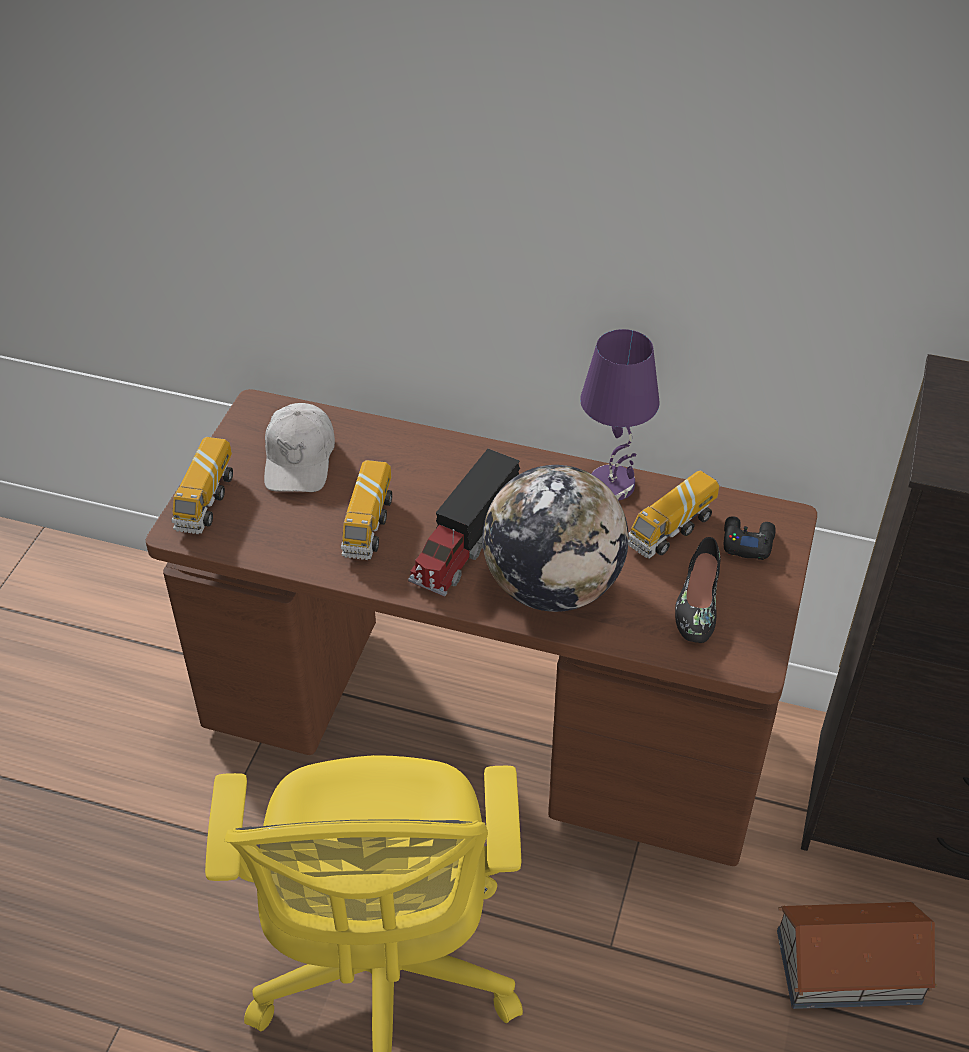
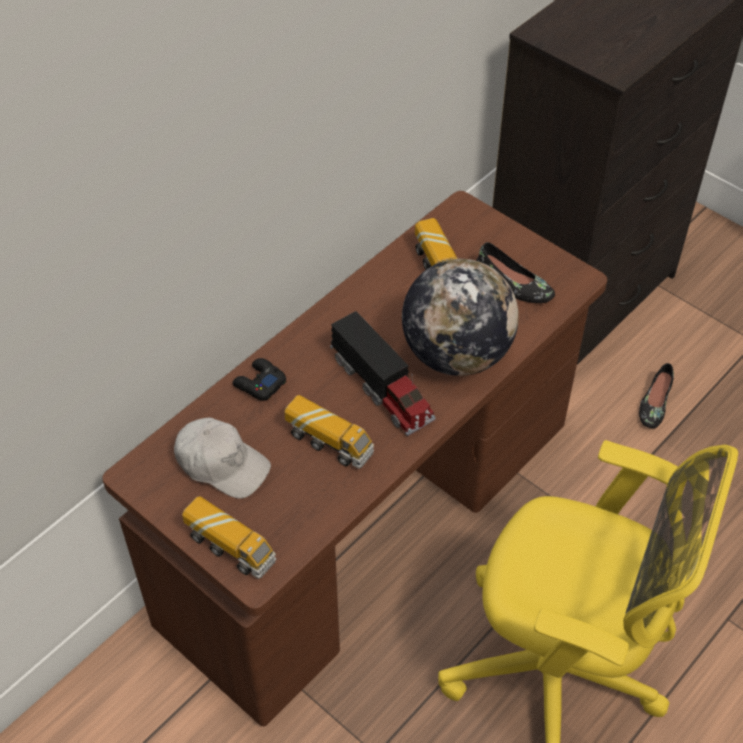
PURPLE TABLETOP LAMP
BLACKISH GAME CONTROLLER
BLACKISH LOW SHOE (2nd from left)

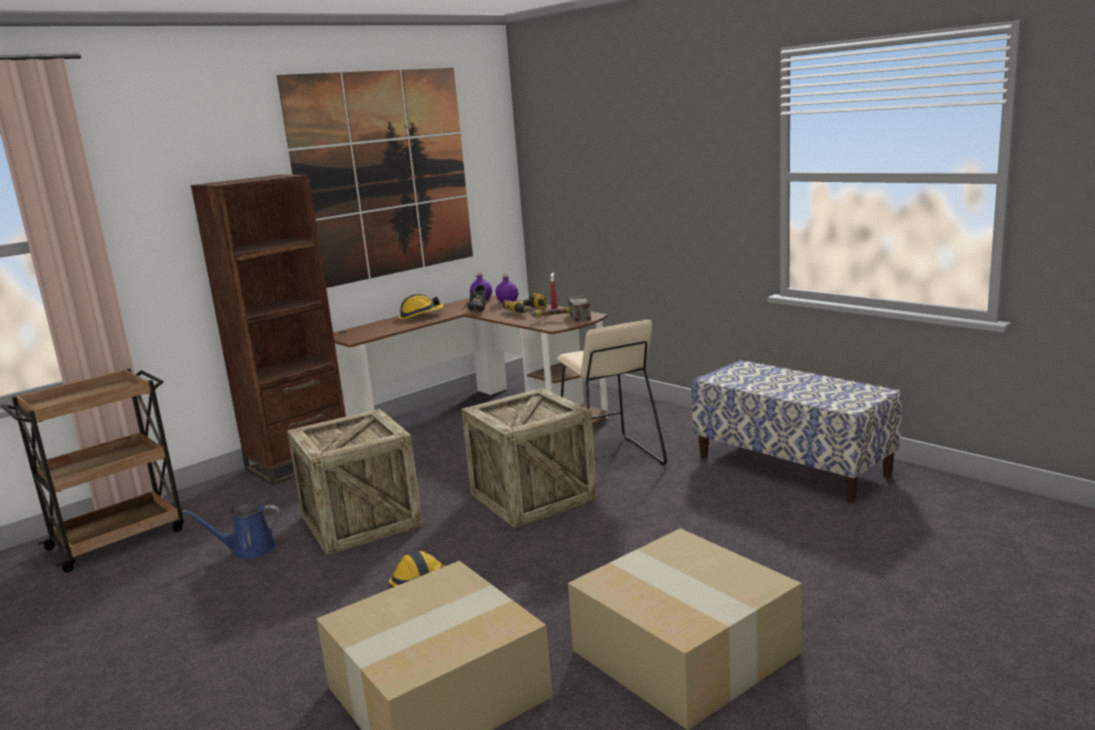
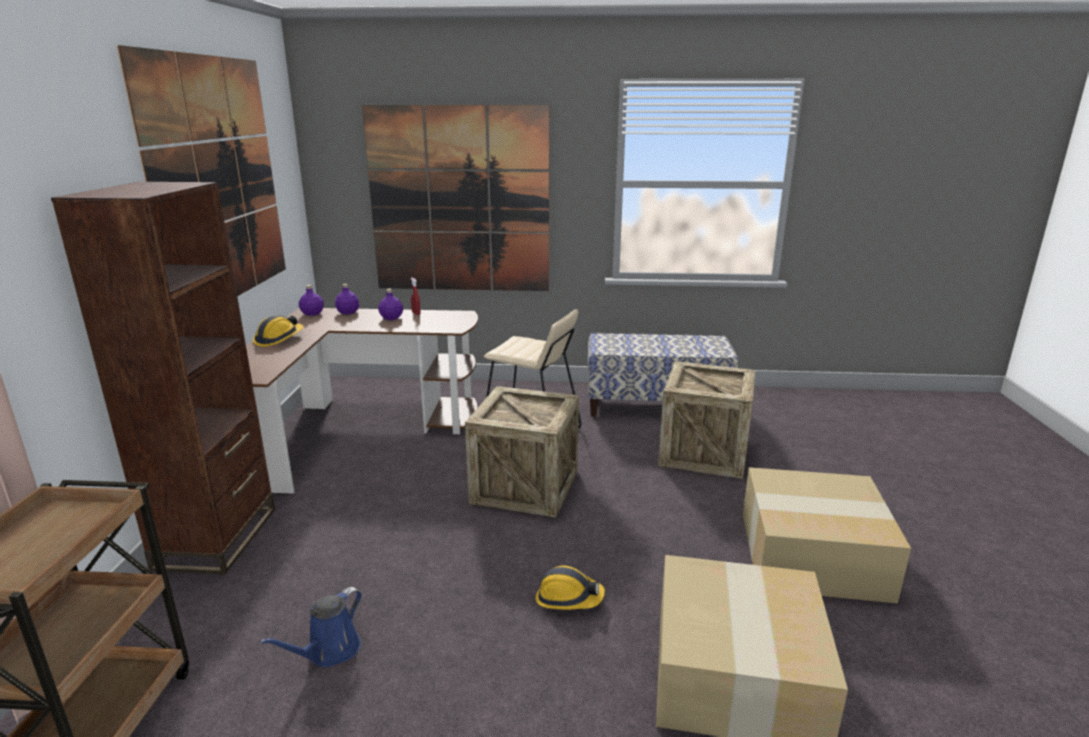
CRATE (2nd from left)
BLACKISH LOW SHOE
PURPLE DRINK BOTTLE (3rd from left)
TOOL HAMMER
WALL ART (2nd from left)

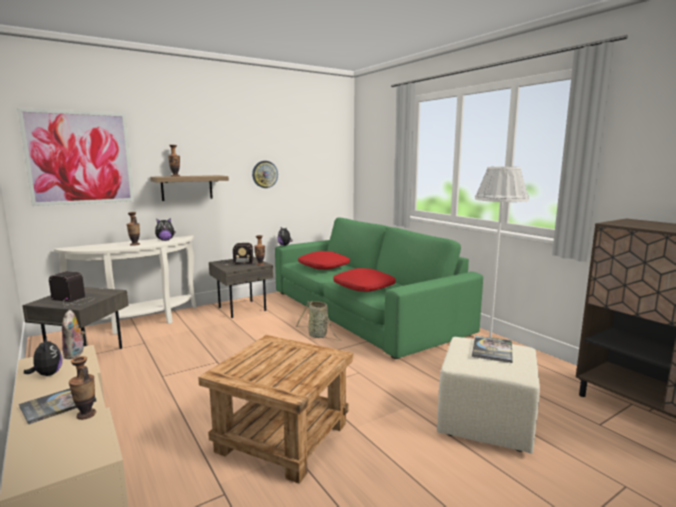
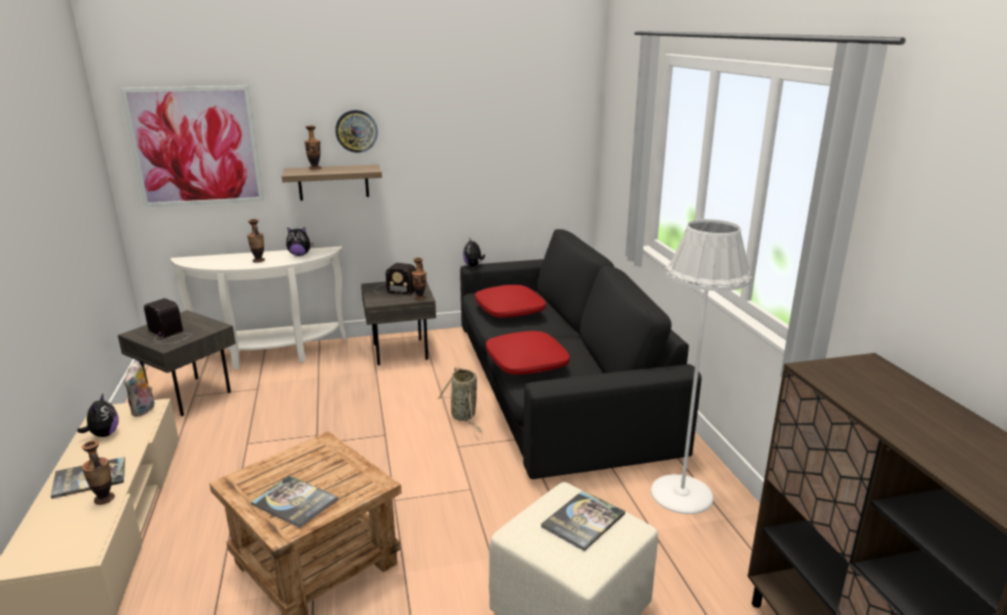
CLOCK ON THE WALL
BLACKISH COUCH
BOOK (2nd from left)

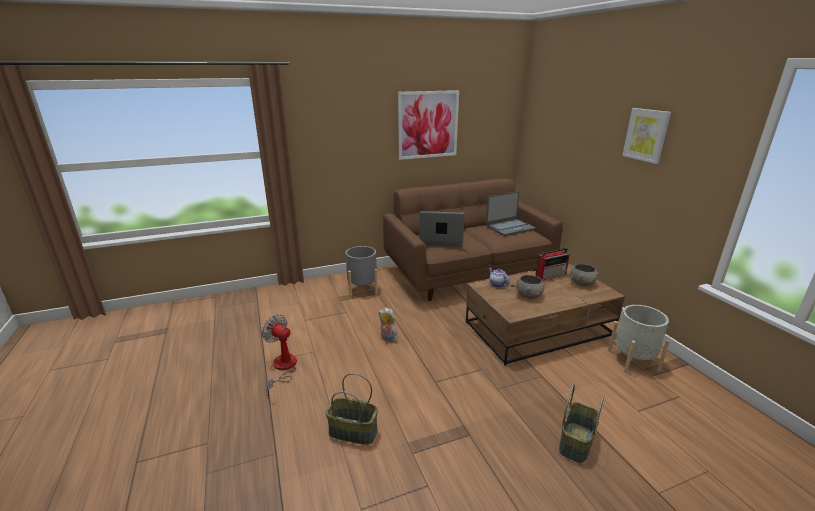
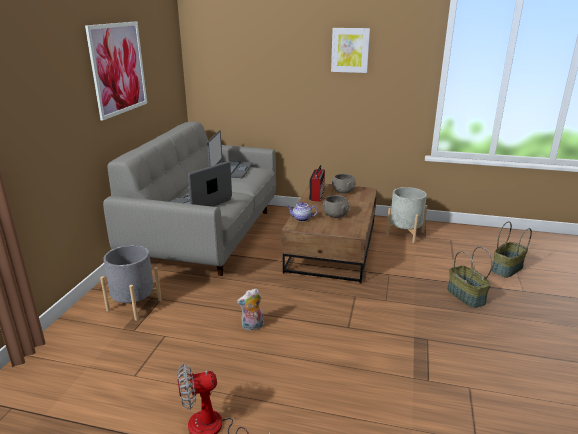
BASKET (2nd from left)
GREYISH COUCH

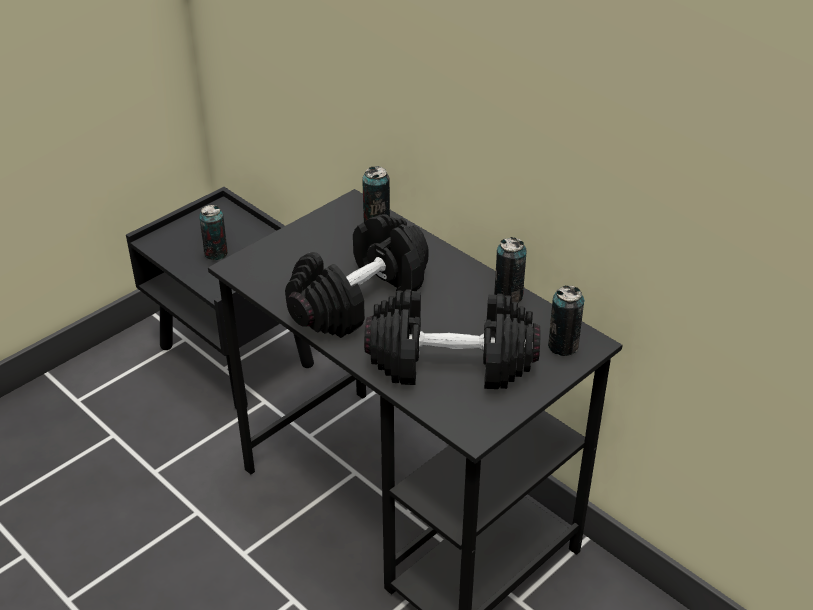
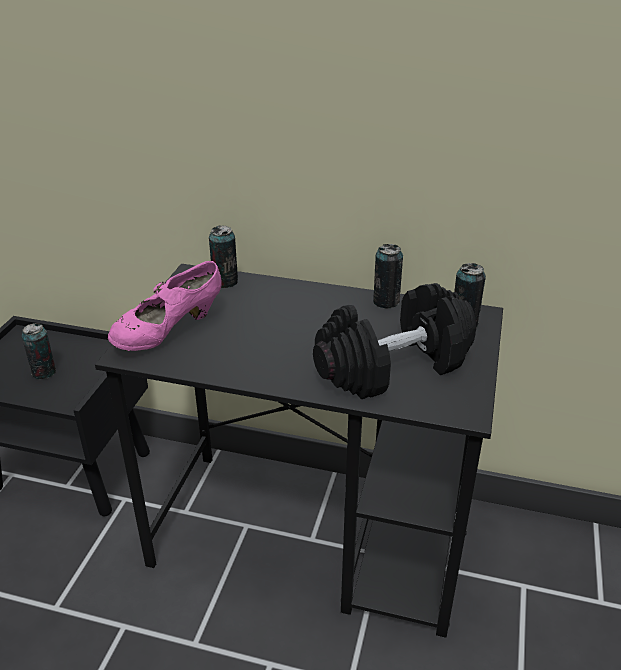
BLACKISH DUMBBELL (1st from left in the first image)
PINK-COLOURED LOW SHOE

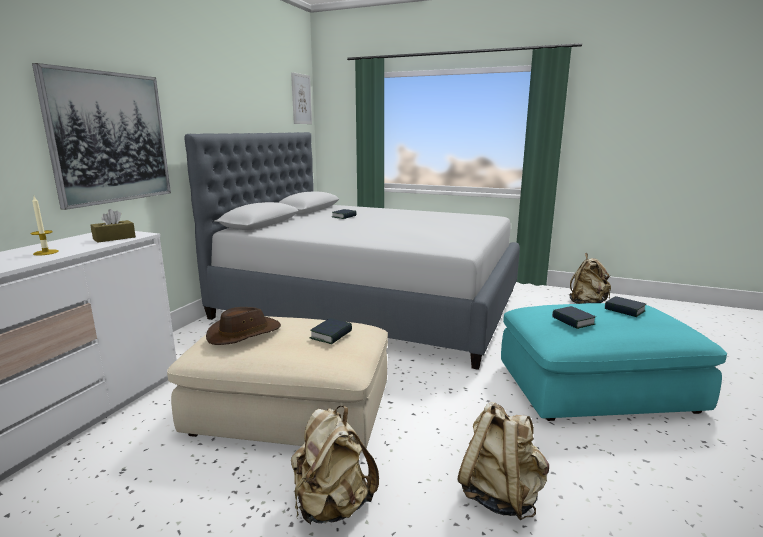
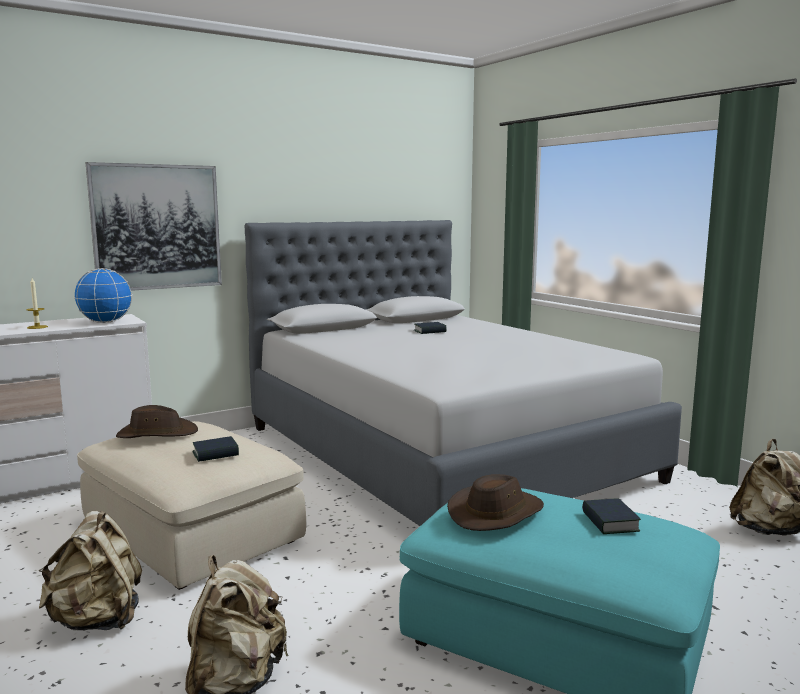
GLOBE
WALL ART (2nd from left in the first image)
BROWNISH CLOTHING HAT (2nd from left)

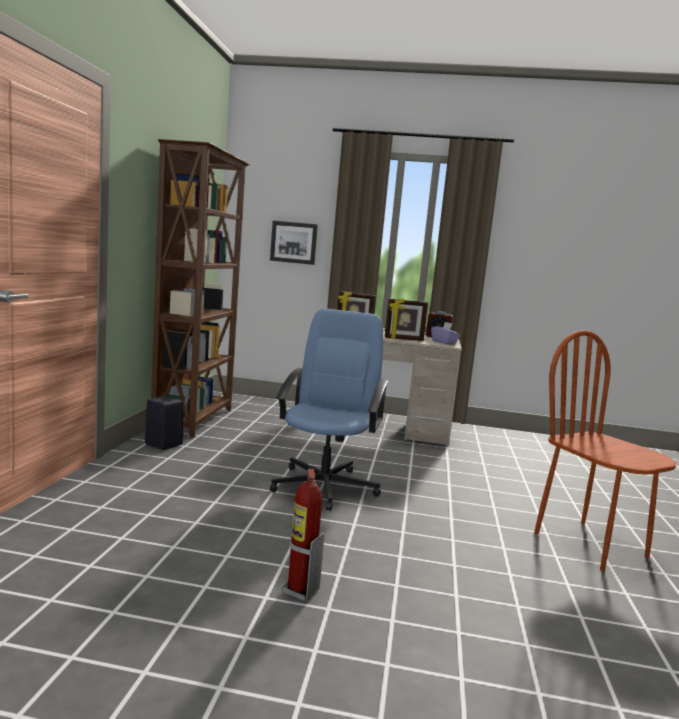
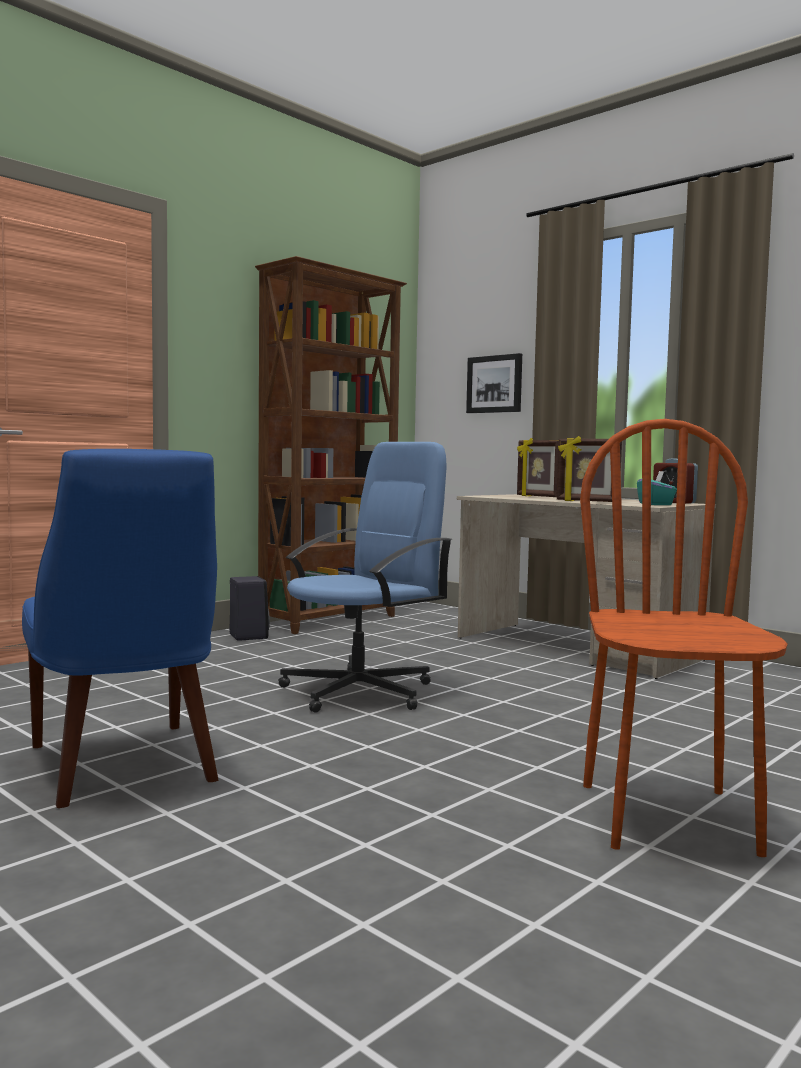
BLUE UPRIGHT CHAIR
TURQUOISE BOX OF TISSUES

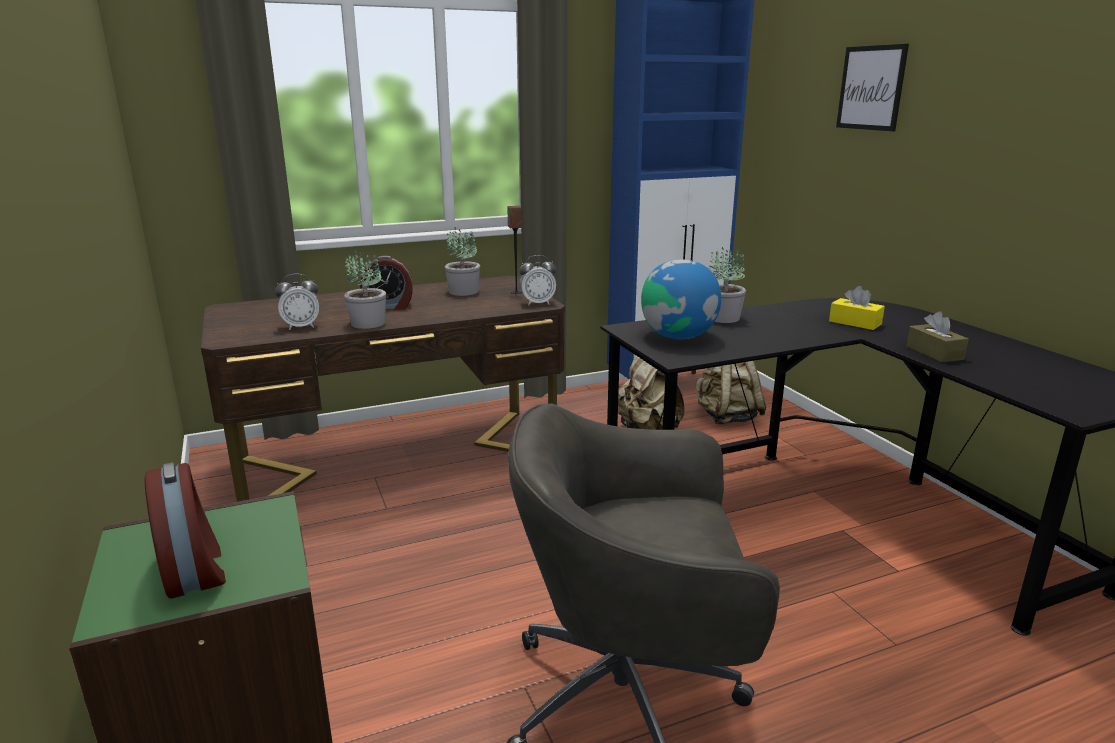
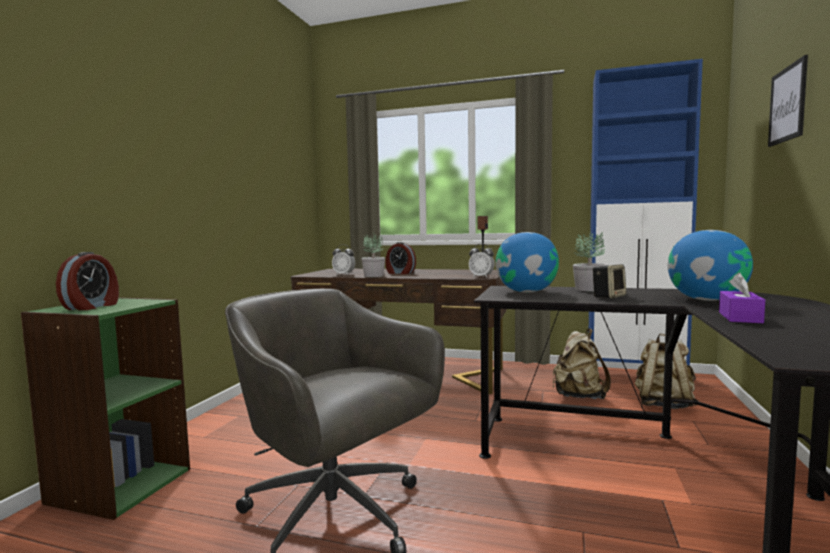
HOUSEPLANT (2nd from left in the first image)
GLOBE (2nd from left)
PURPLE BOX OF TISSUES
AUDIO SPEAKER (2nd from left)

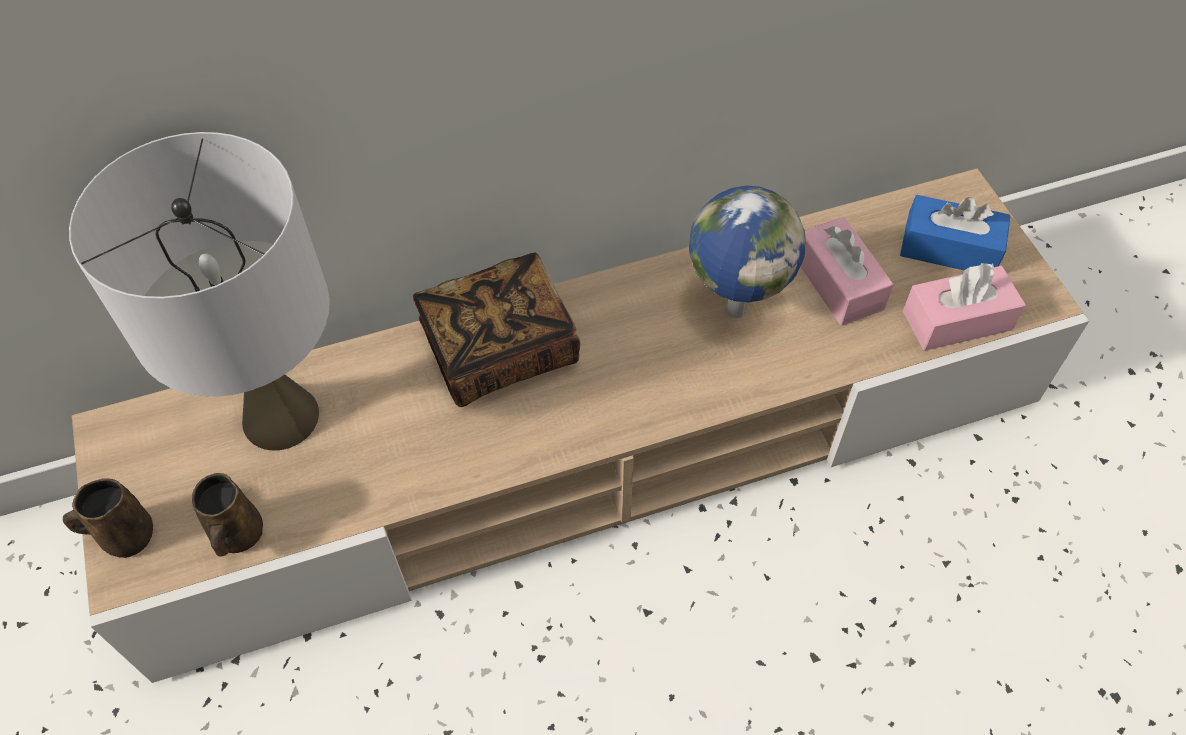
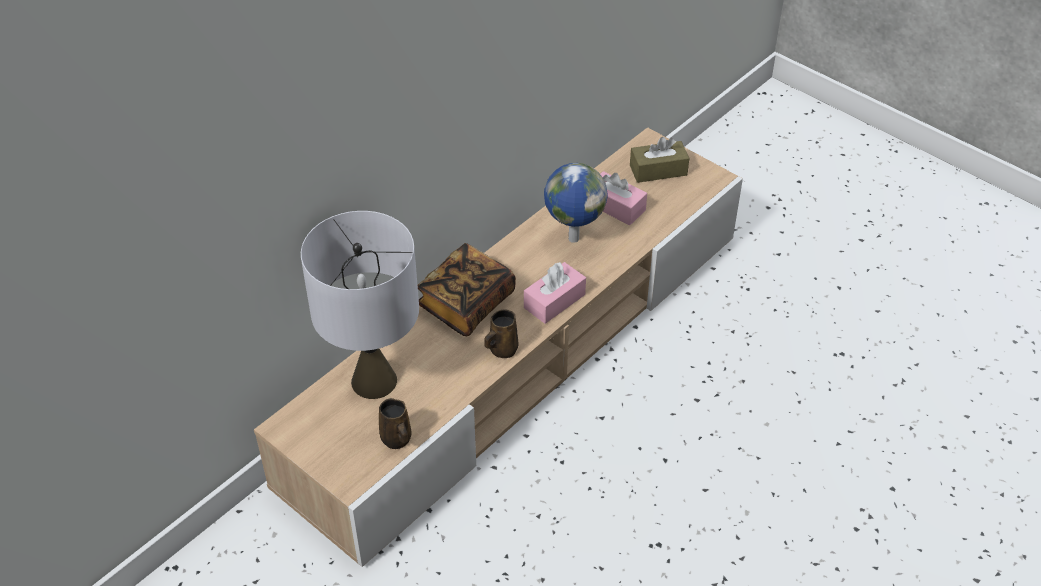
BROWNISH MUG (2nd from left)
BROWNISH BOX OF TISSUES
PINK-COLOURED BOX OF TISSUES (1st from left)

